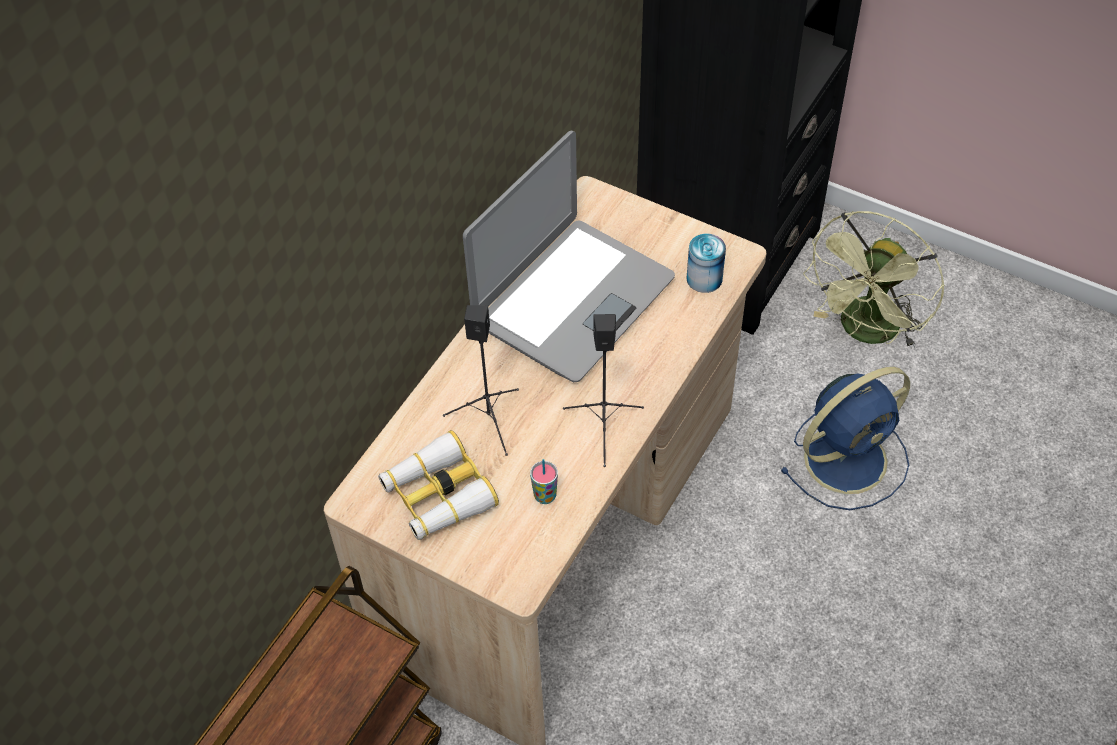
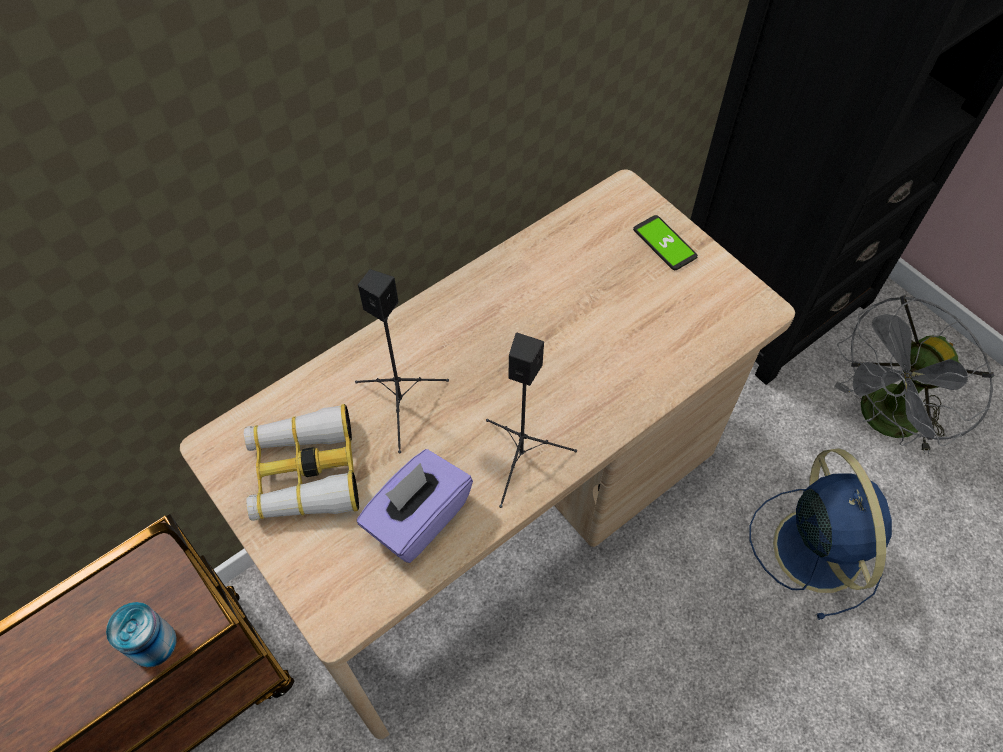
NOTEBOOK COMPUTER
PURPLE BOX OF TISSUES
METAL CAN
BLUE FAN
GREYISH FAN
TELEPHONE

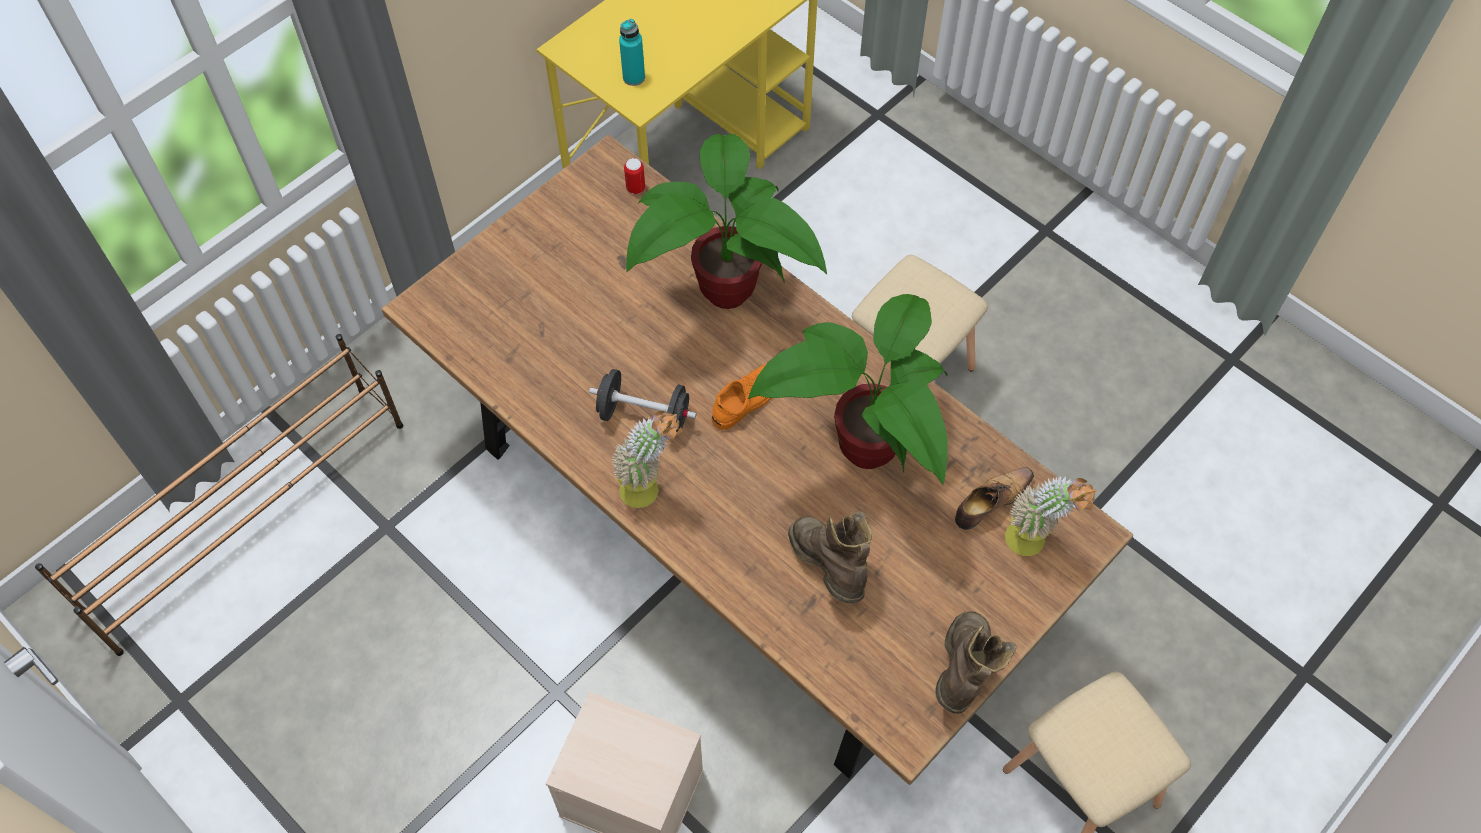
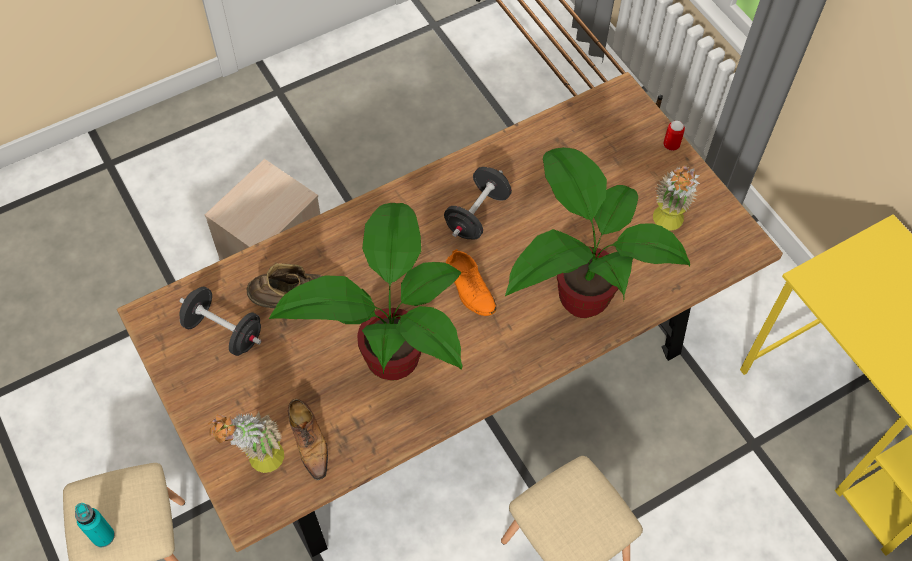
HOUSEPLANT (4th from left)
TURQUOISE DRINK BOTTLE
METAL CAN
BROWNISH HIGH-TOP BOOT (2nd from left in the first image)
BLACKISH DUMBBELL (1st from left)

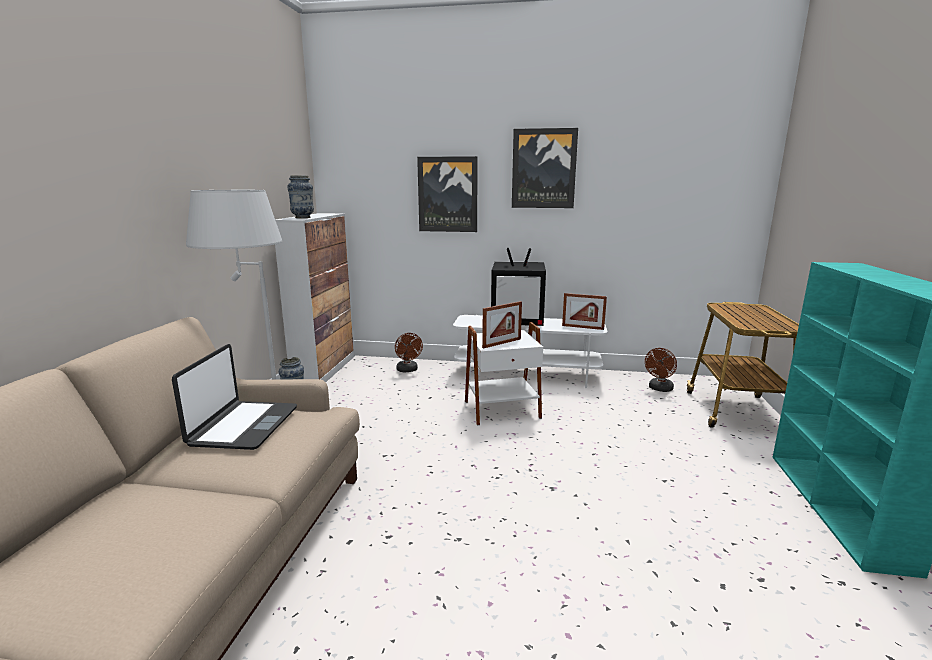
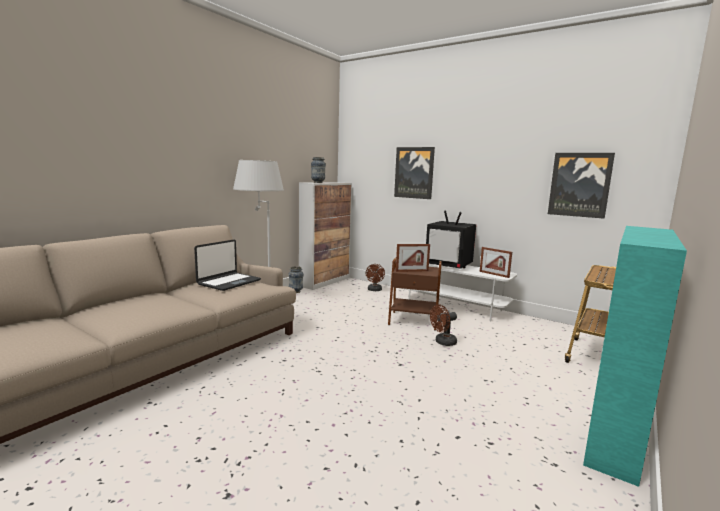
BROWNISH END TABLE
WALL ART (2nd from left)
BROWNISH FAN (2nd from left)

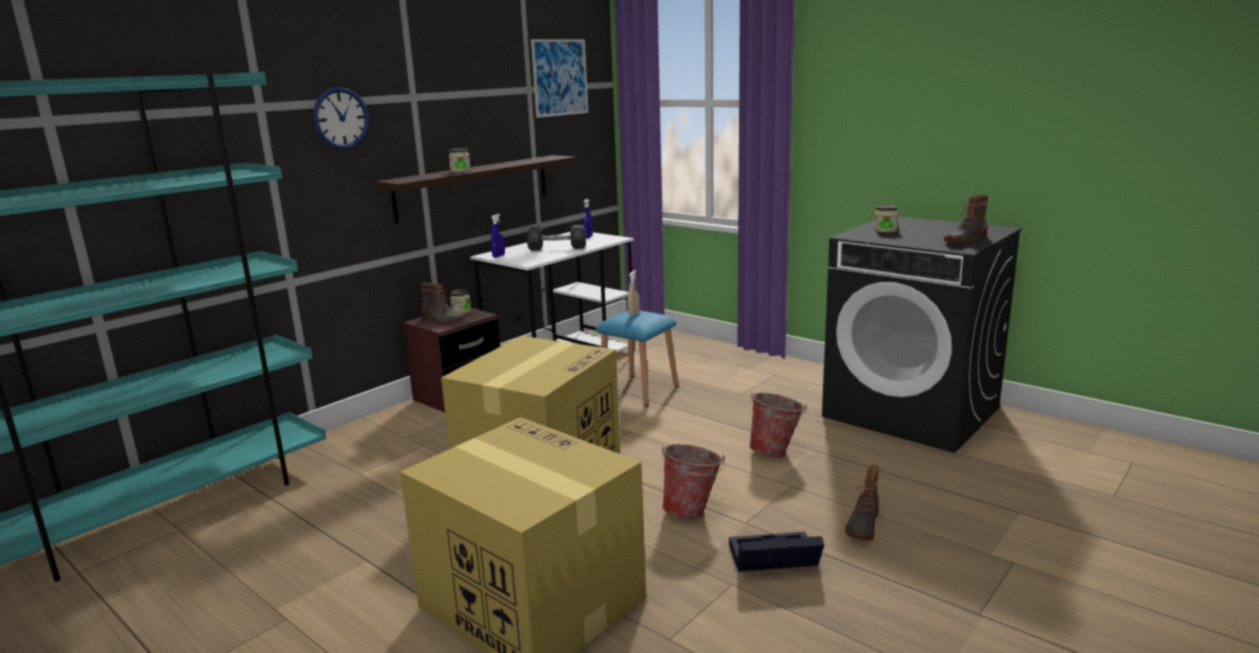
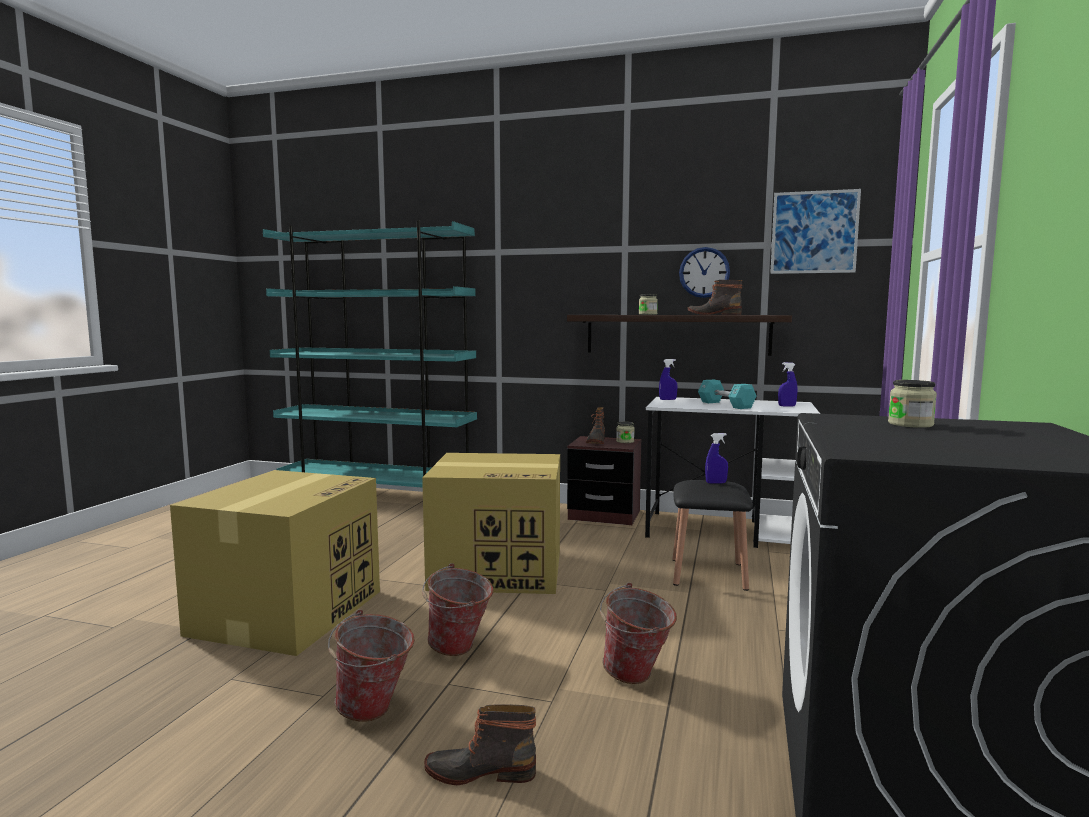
CLOCK ON THE WALL
TURQUOISE DUMBBELL
BLACKISH SITTING STOOL
BLUE SPRAYER (2nd from left)
PAIL (1st from left)
HIGH-TOP BOOT (3rd from left)

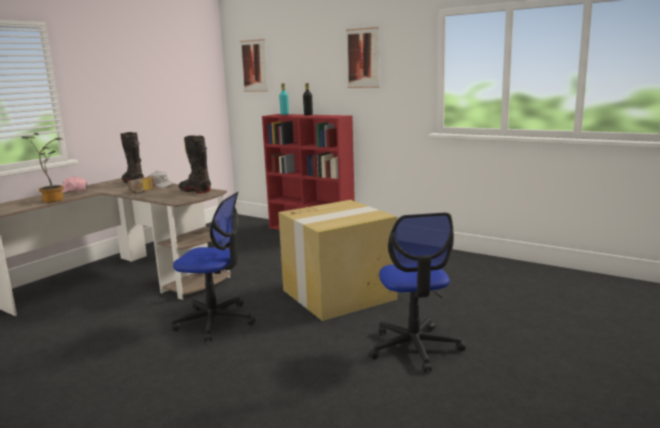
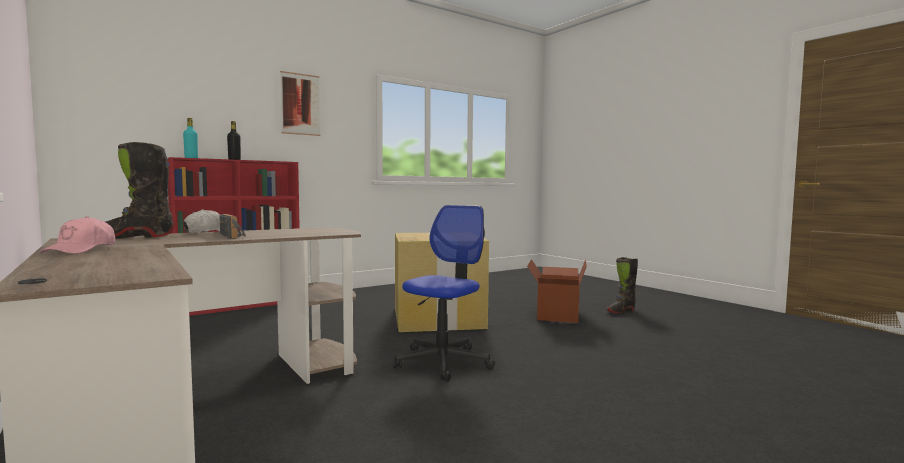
HOUSEPLANT
BLACKISH HIGH-TOP BOOT (2nd from left)
WALL ART (1st from left in the first image)
PACKING BOX (2nd from left)

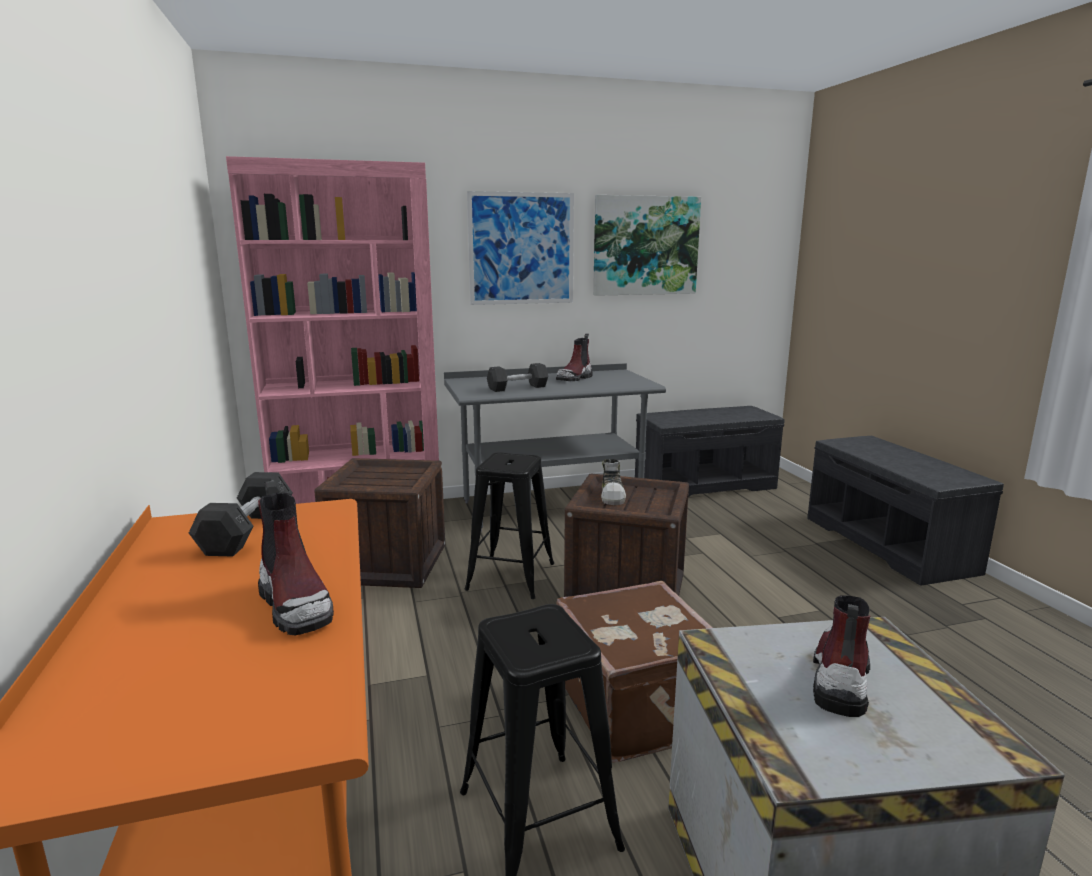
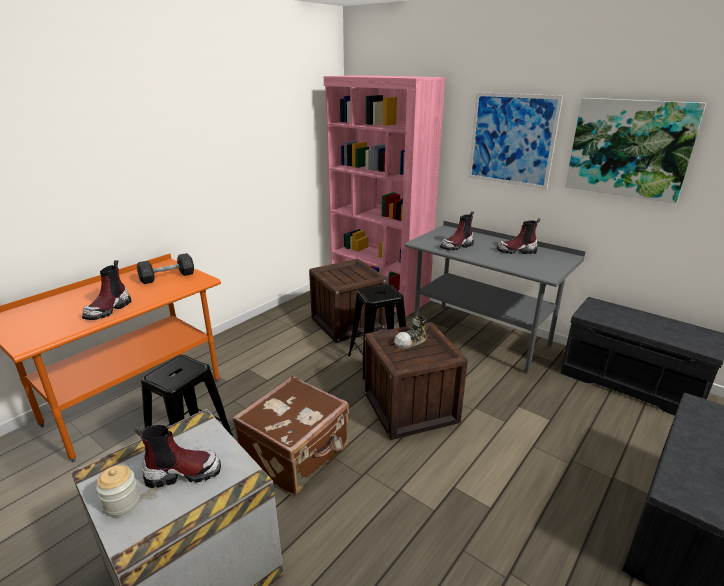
HIGH-TOP BOOT (3rd from left)
STORAGE JAR

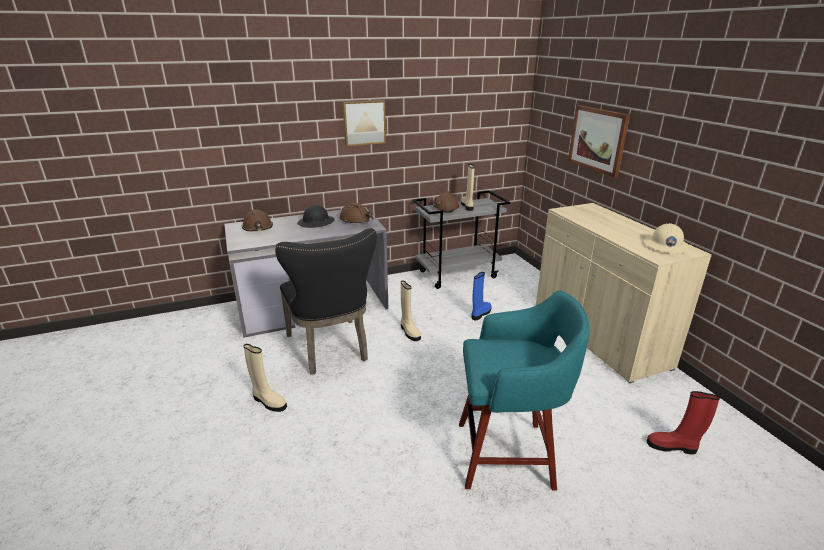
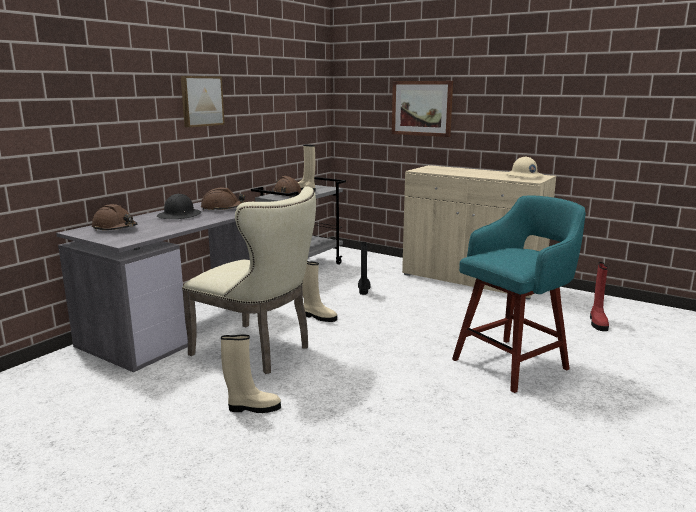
SAND-COLOURED UPRIGHT CHAIR
BLACKISH HIGH-TOP BOOT
RED-COLOURED HIGH-TOP BOOT

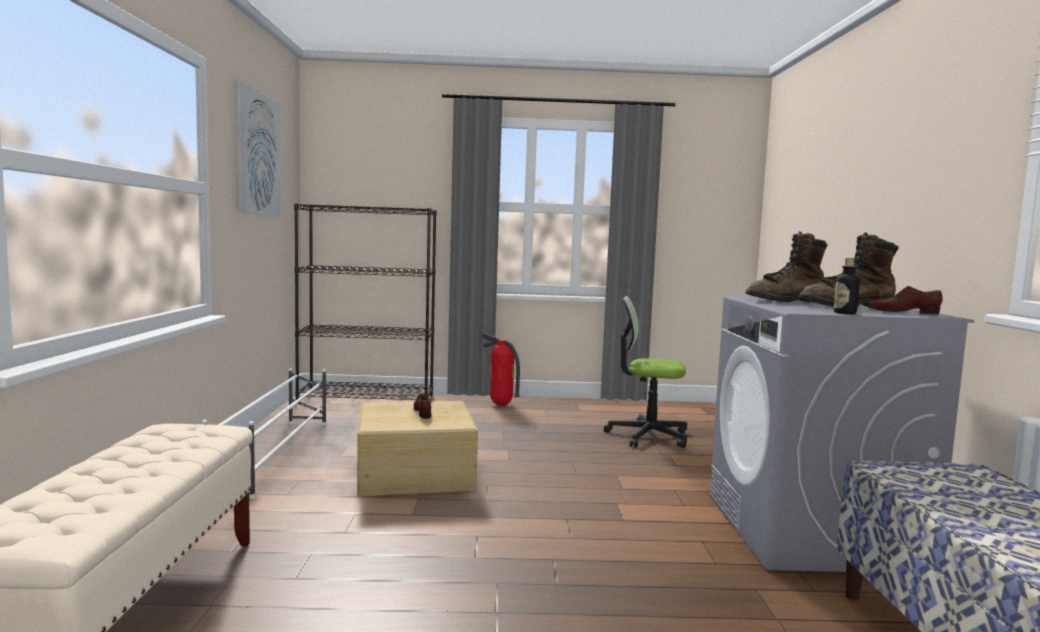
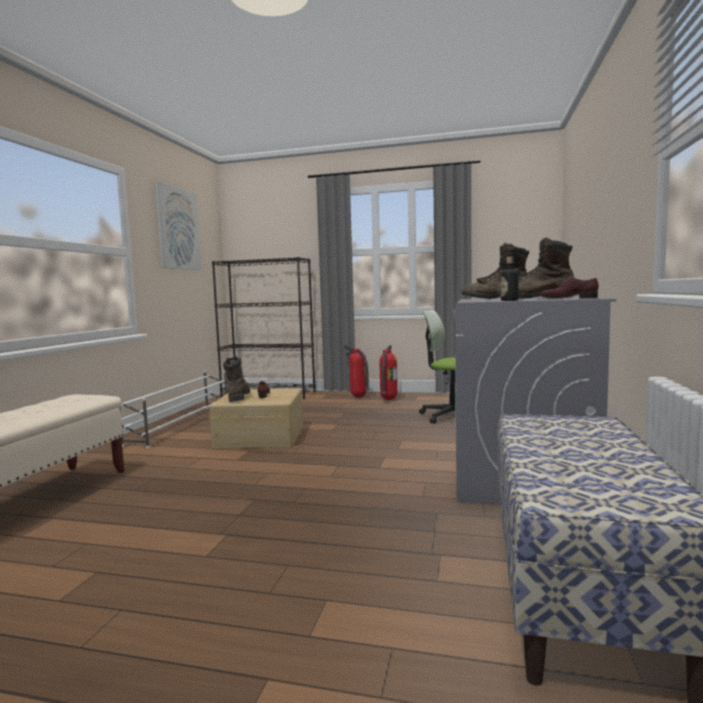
BROWNISH HIGH-TOP BOOT (1st from left)
FIRE-FIGHTING CYLINDER (2nd from left)

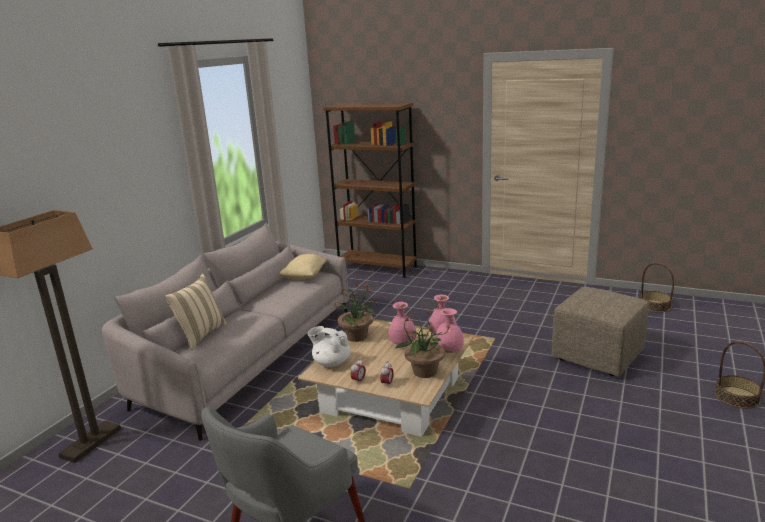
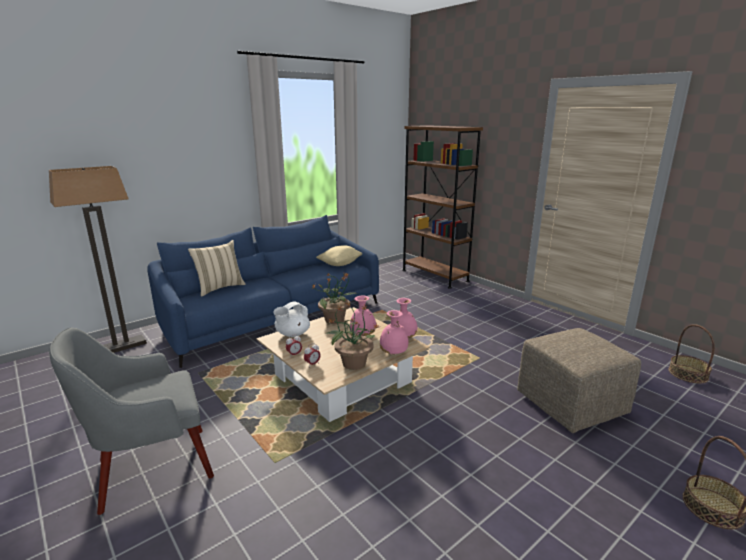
BLUE COUCH
WHITE POT FOR TEA

